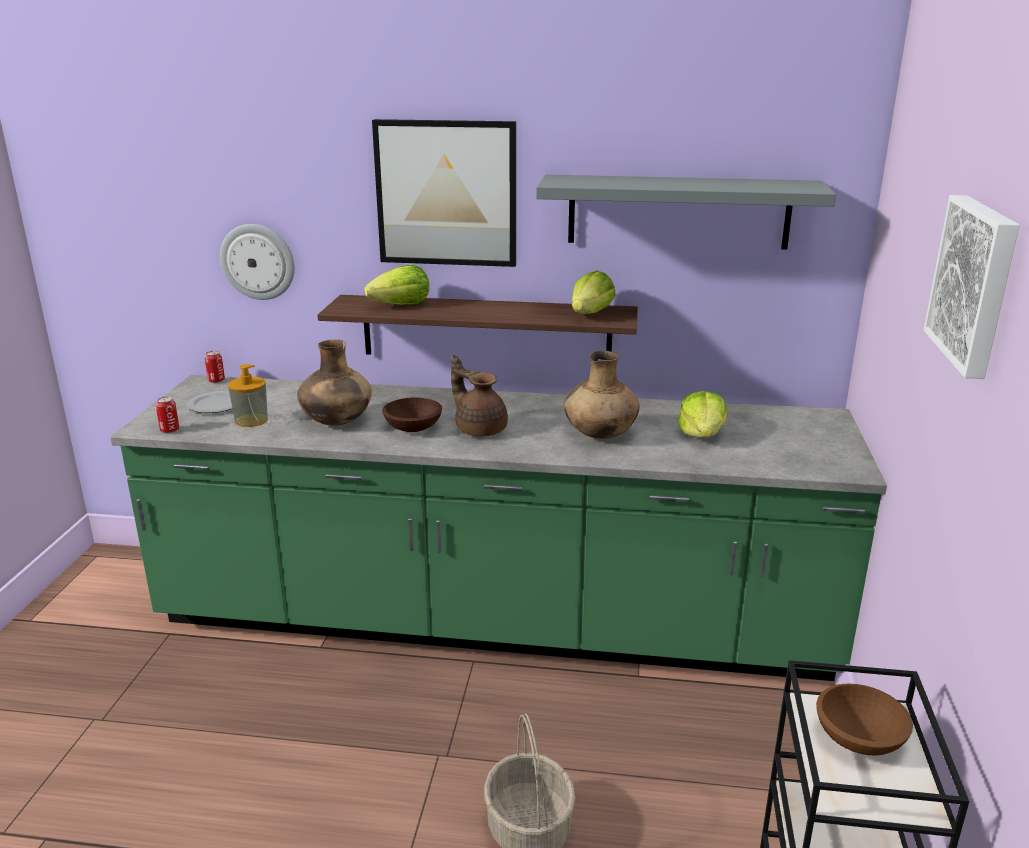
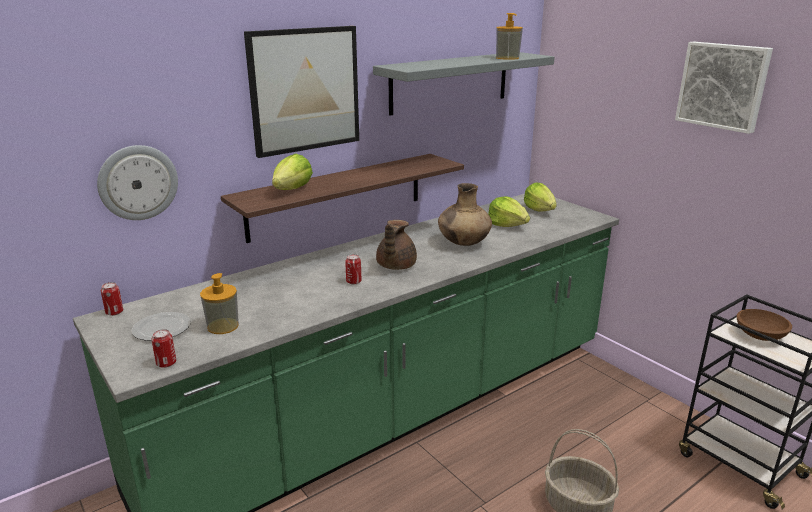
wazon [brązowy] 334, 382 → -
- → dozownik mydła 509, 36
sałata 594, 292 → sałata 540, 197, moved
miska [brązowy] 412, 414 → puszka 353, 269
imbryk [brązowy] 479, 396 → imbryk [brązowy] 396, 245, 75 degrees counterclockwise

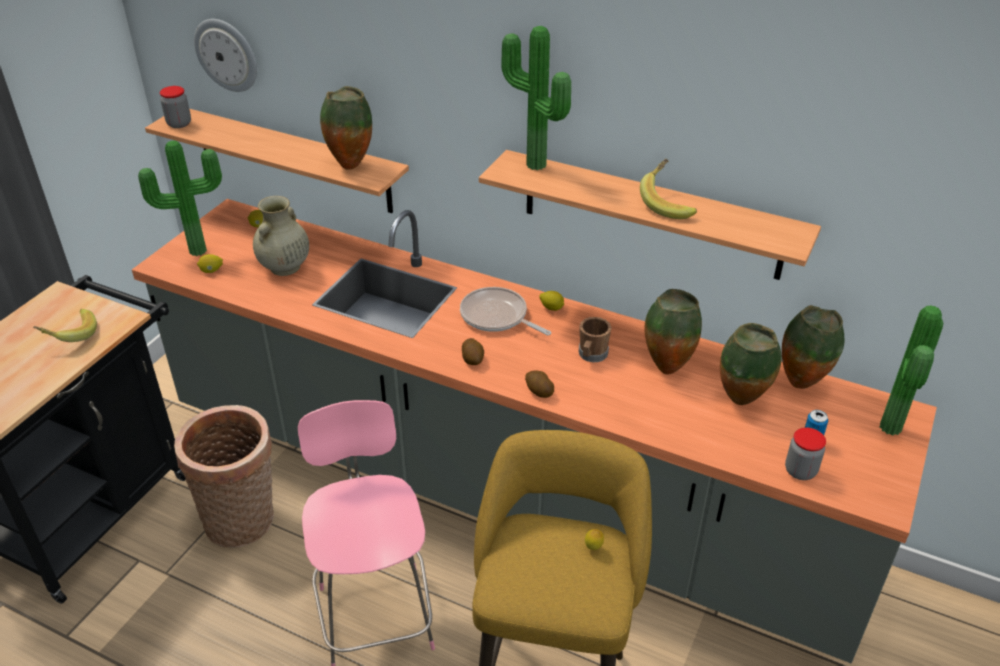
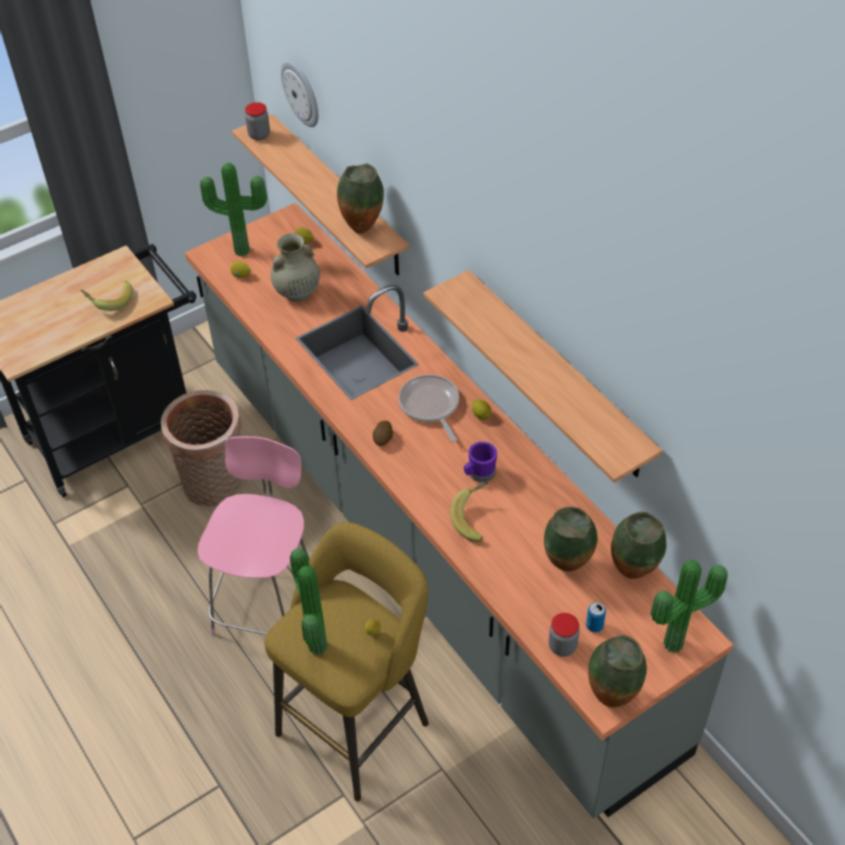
ziemniak 539, 384 → -
roślina doniczkowa 536, 98 → roślina doniczkowa 309, 601, moved
banan 668, 189 → banan 470, 512, moved
wazon 673, 331 → wazon 617, 671, moved
kubek [brązowy] 595, 339 → kubek [fioletowy] 480, 462

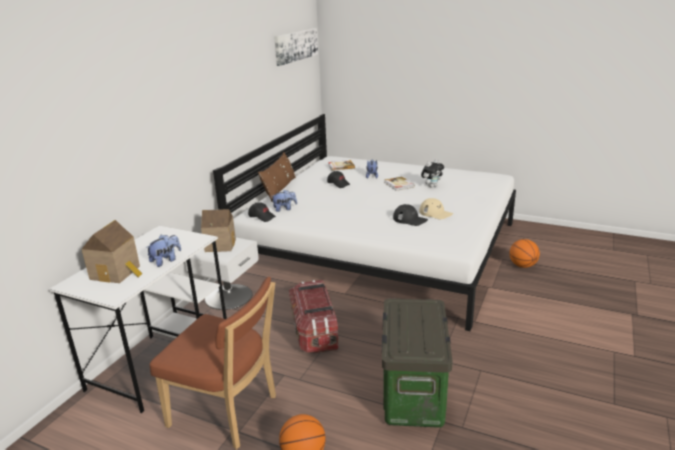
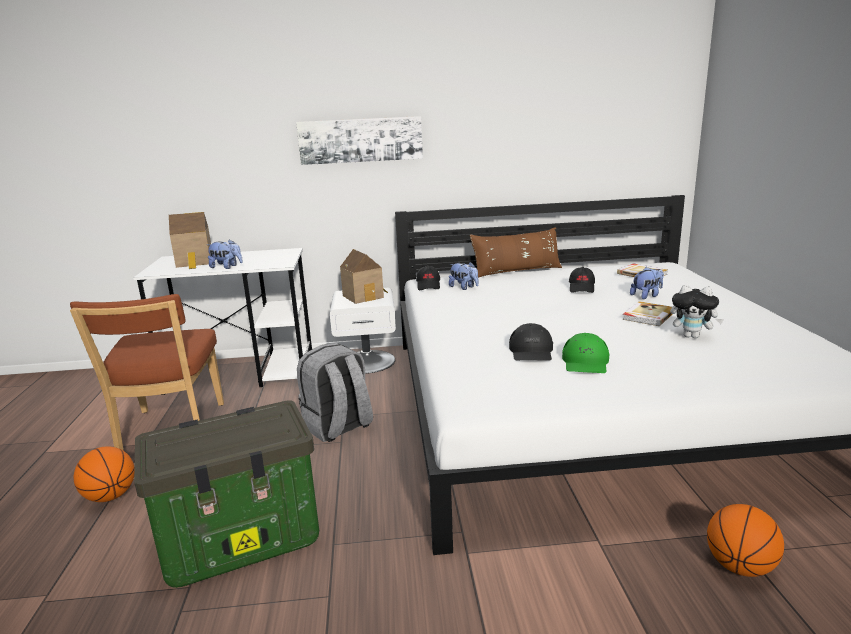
obraz 296, 47 → obraz 359, 140, moved
pojemnik do przechowywania 314, 317 → plecak [szary] 335, 392
czapka z daszkiem [beżowy] 436, 208 → czapka z daszkiem [zielony] 586, 353

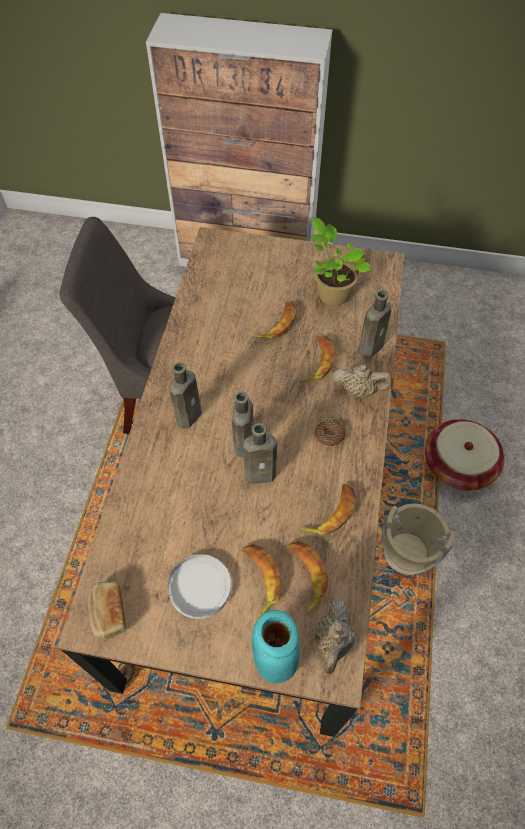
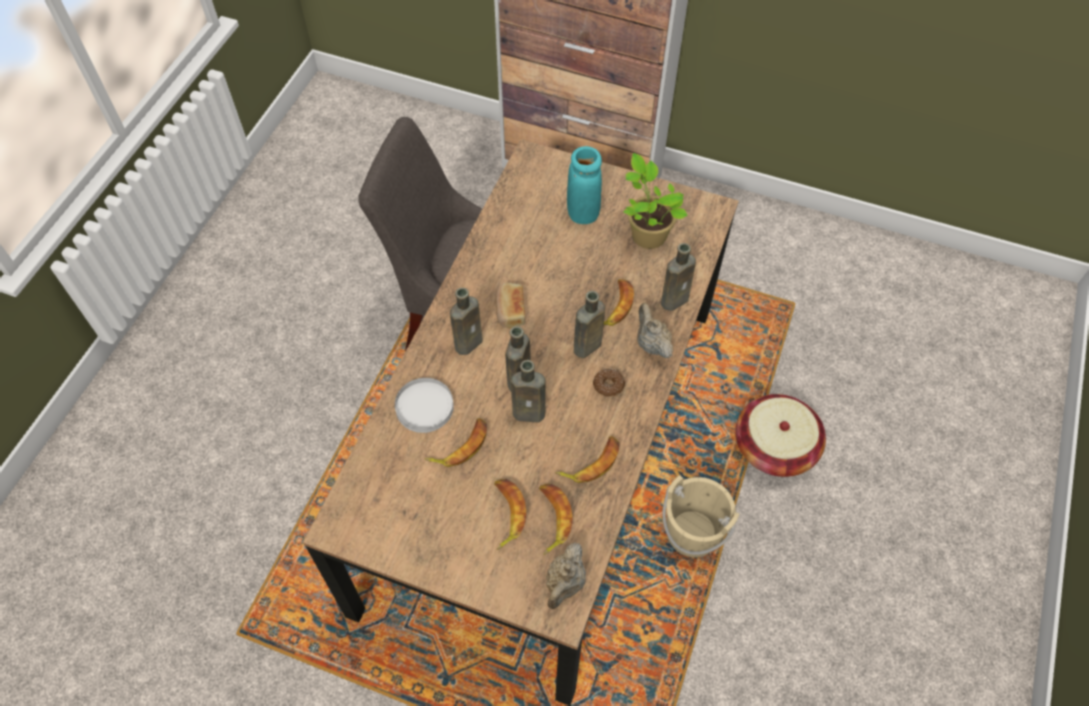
- → butelka [brązowy] 589, 324
chleb 107, 610 → chleb 510, 305, moved
talerz [biały] 199, 586 → talerz [biały] 424, 405, moved
banan 274, 320 → banan 456, 442, moved
wazon [turkusowy] 276, 647 → wazon [turkusowy] 584, 185, moved
imbryk [beżowy] 363, 382 → imbryk [beżowy] 655, 330, 135 degrees counterclockwise

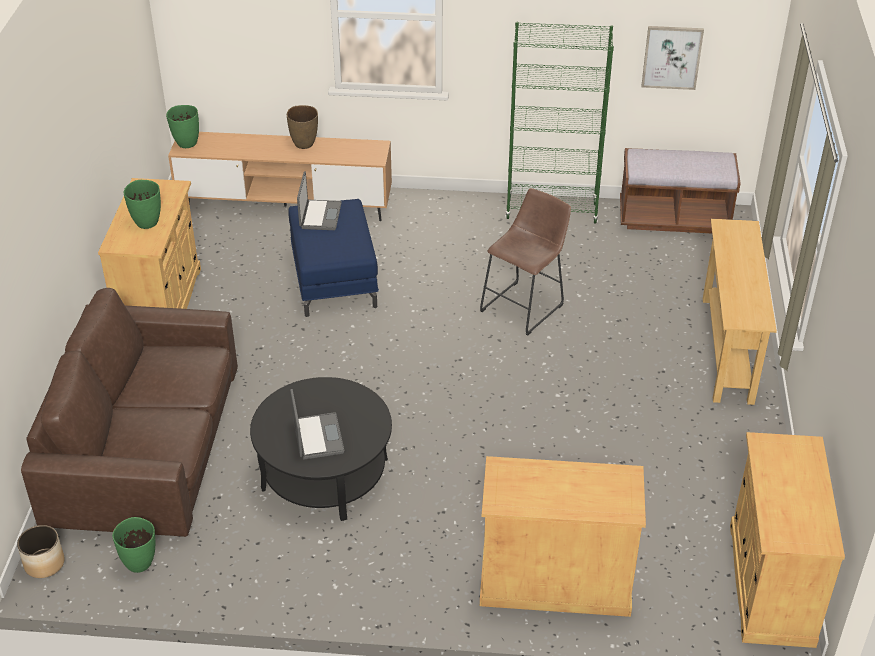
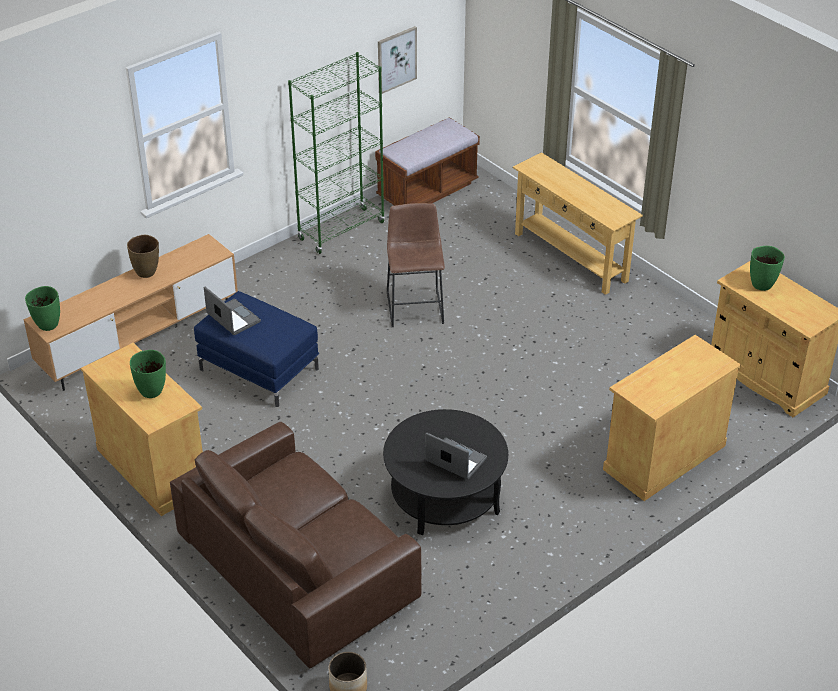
wazon [zielony] 133, 545 → wazon [zielony] 767, 268, moved

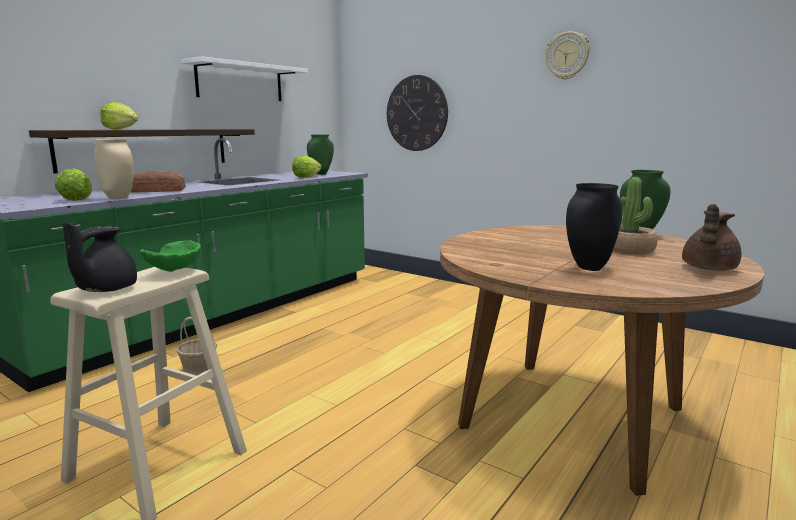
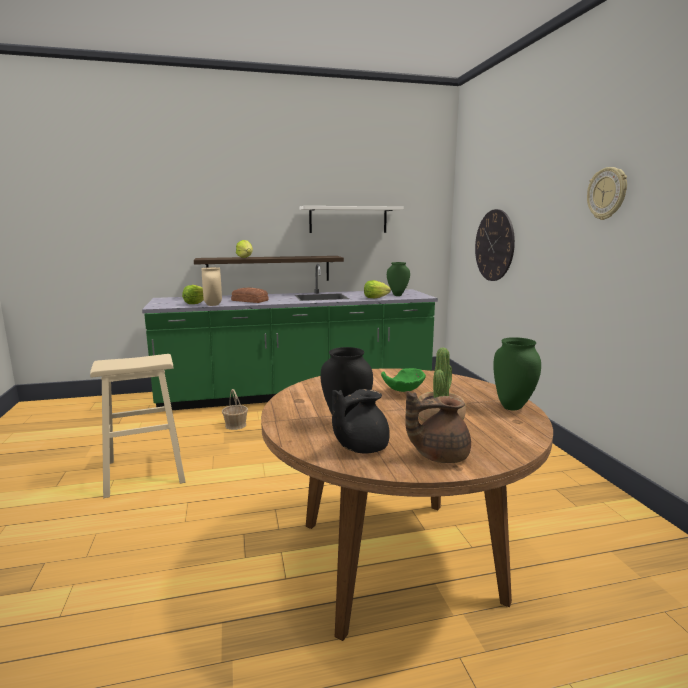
imbryk [czarny] 100, 257 → imbryk [czarny] 361, 421, moved
miska [zielony] 170, 256 → miska [zielony] 403, 380, moved

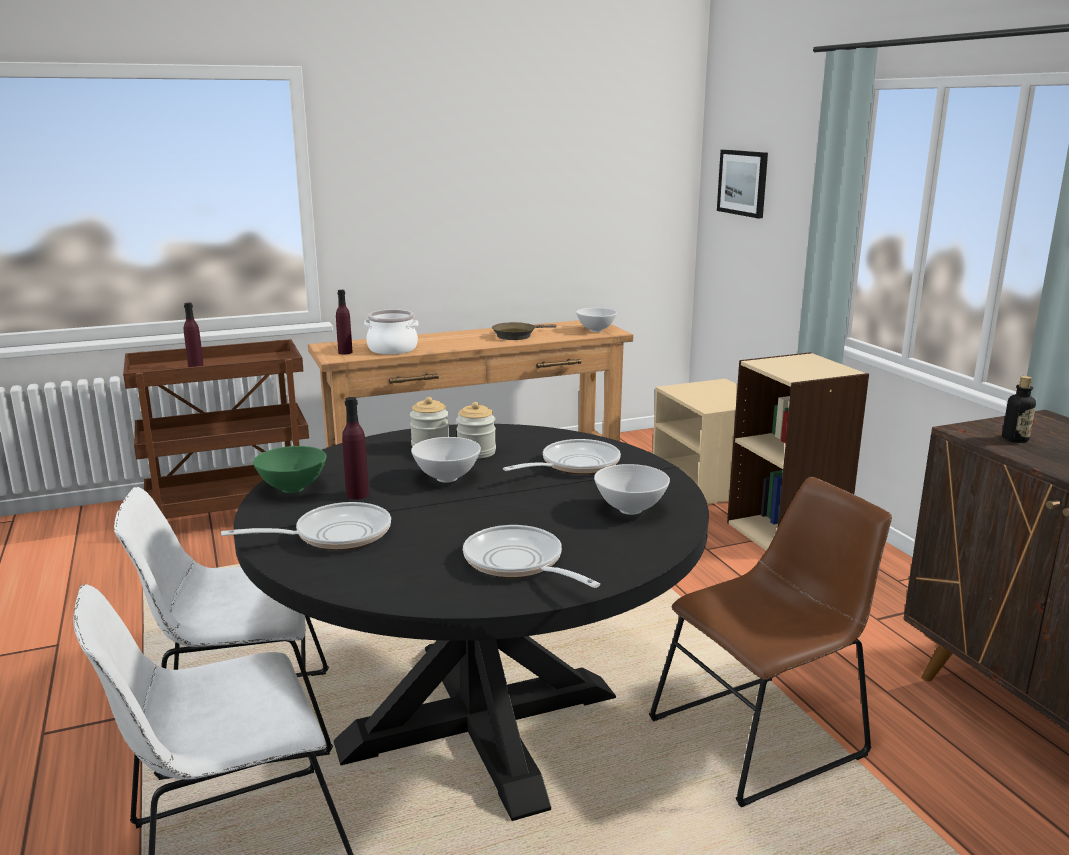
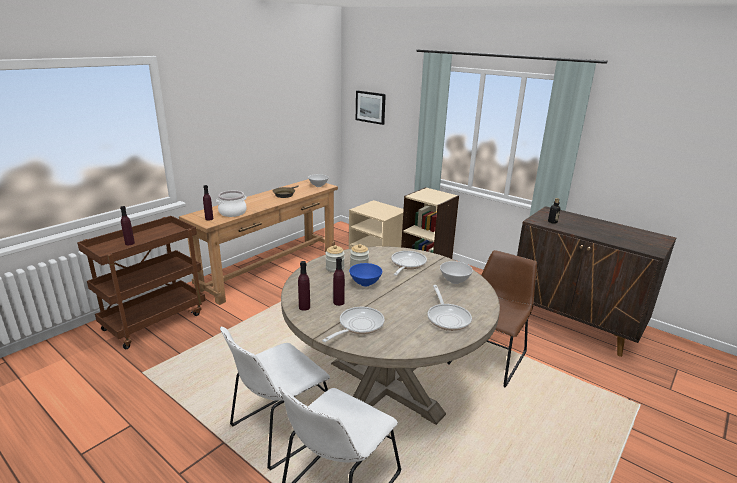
miska [zielony] 290, 469 → butelka [fioletowy] 304, 286
stół jadalny [czarny] 471, 622 → stół jadalny [beżowy] 390, 335
miska [biały] 446, 460 → miska [niebieski] 365, 275
patelnia 531, 556 → patelnia 450, 308, 120 degrees counterclockwise

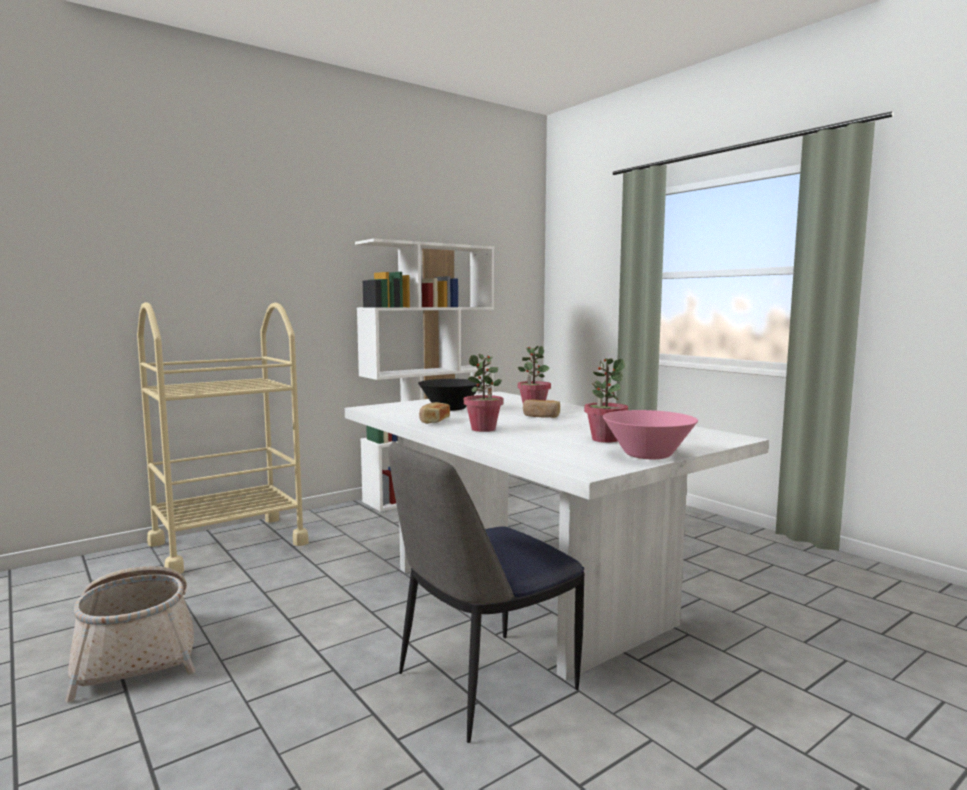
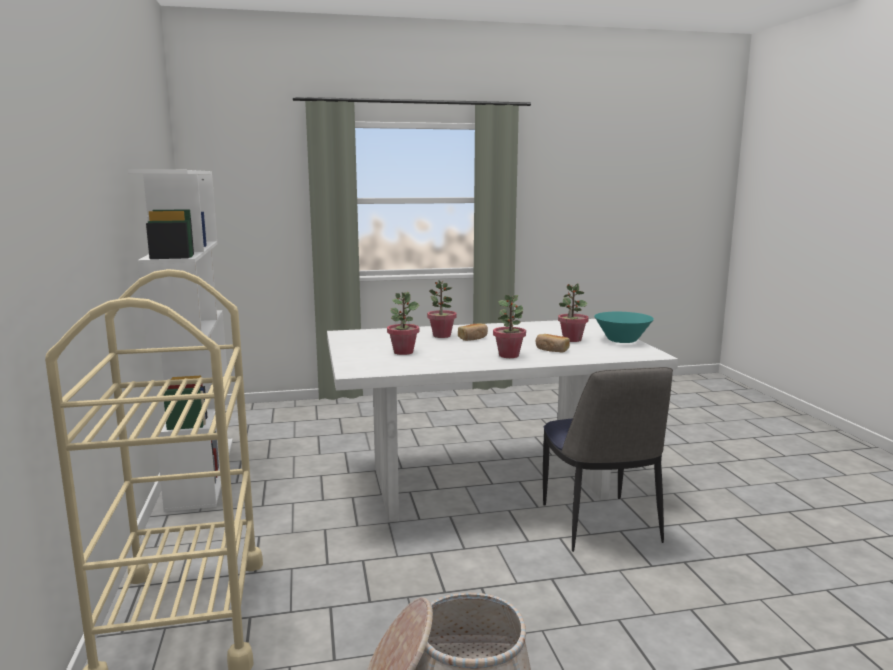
chleb 434, 413 → chleb 553, 343, moved
miska [czarny] 450, 395 → roślina doniczkowa 403, 323
miska [różowy] 650, 434 → miska [turkusowy] 624, 327

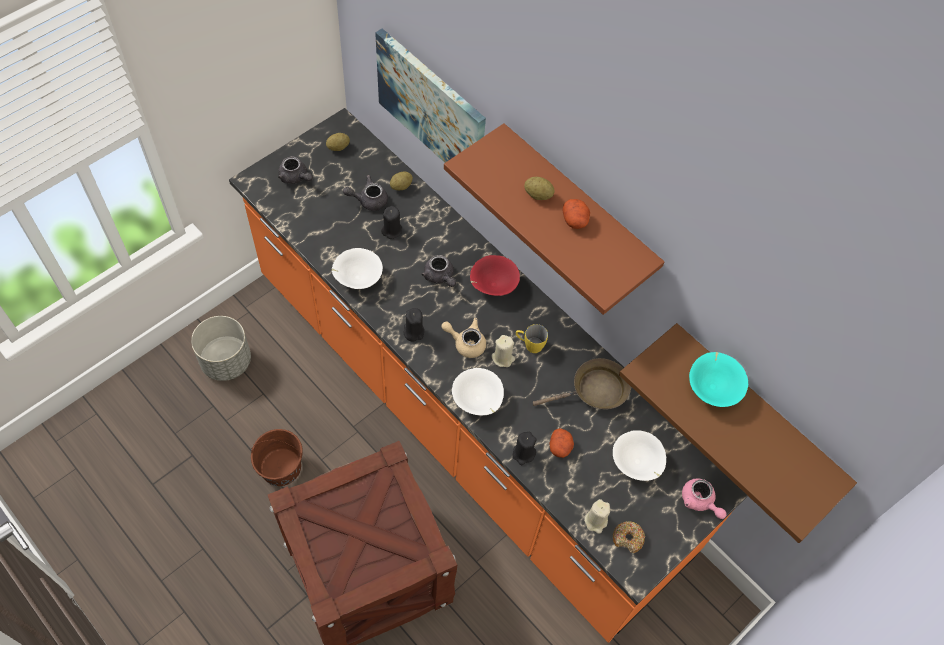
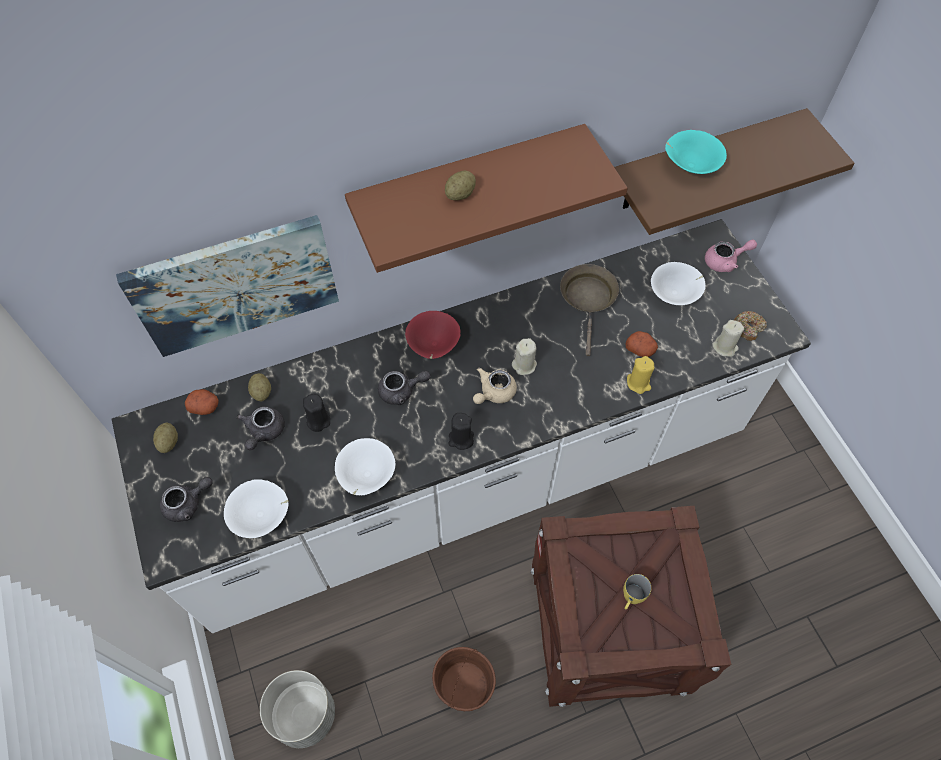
miska [biały] 478, 392 → miska [biały] 256, 508, moved
kubek [żółty] 532, 338 → kubek [żółty] 637, 592, moved
ziemniak 576, 214 → ziemniak 202, 402, moved
zabudowa kuchenna [pomarańczowy] 488, 375 → zabudowa kuchenna [biały] 461, 426
świeca [czarny] 524, 448 → świeca [żółty] 640, 375

